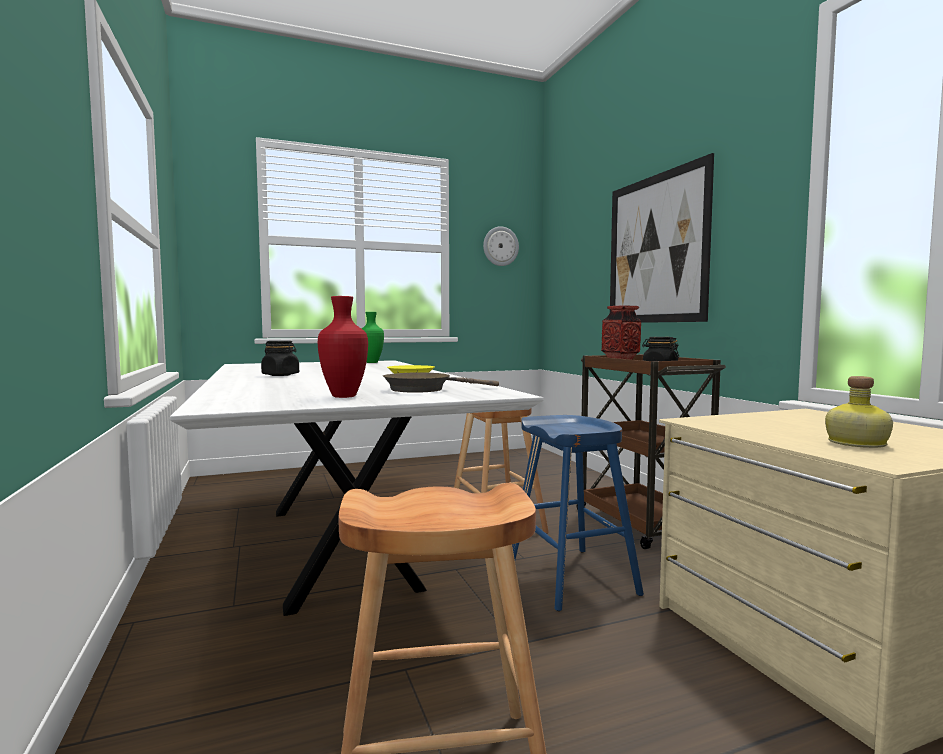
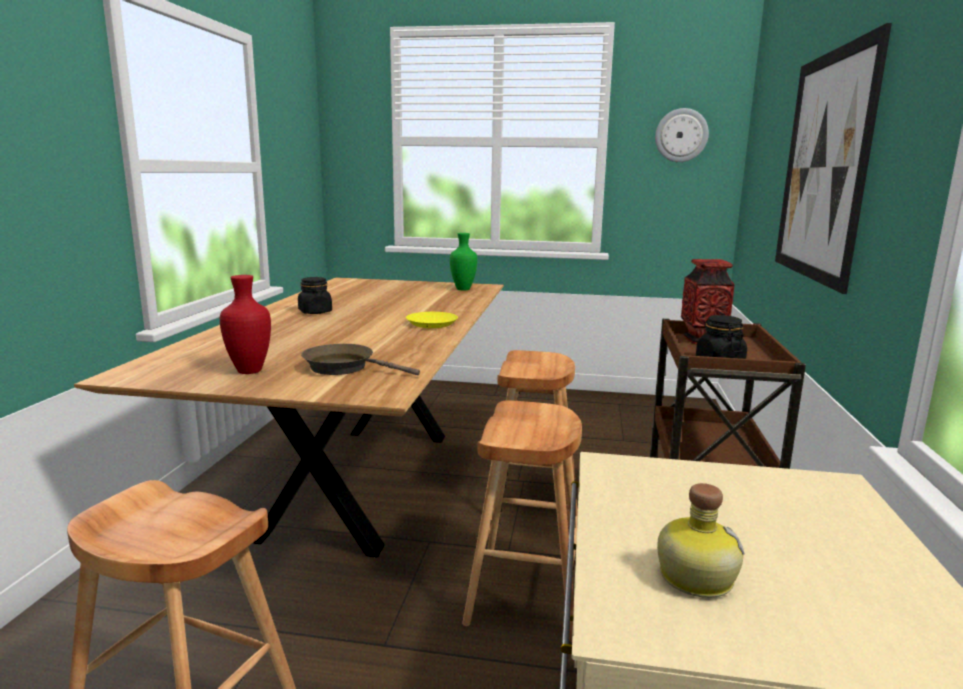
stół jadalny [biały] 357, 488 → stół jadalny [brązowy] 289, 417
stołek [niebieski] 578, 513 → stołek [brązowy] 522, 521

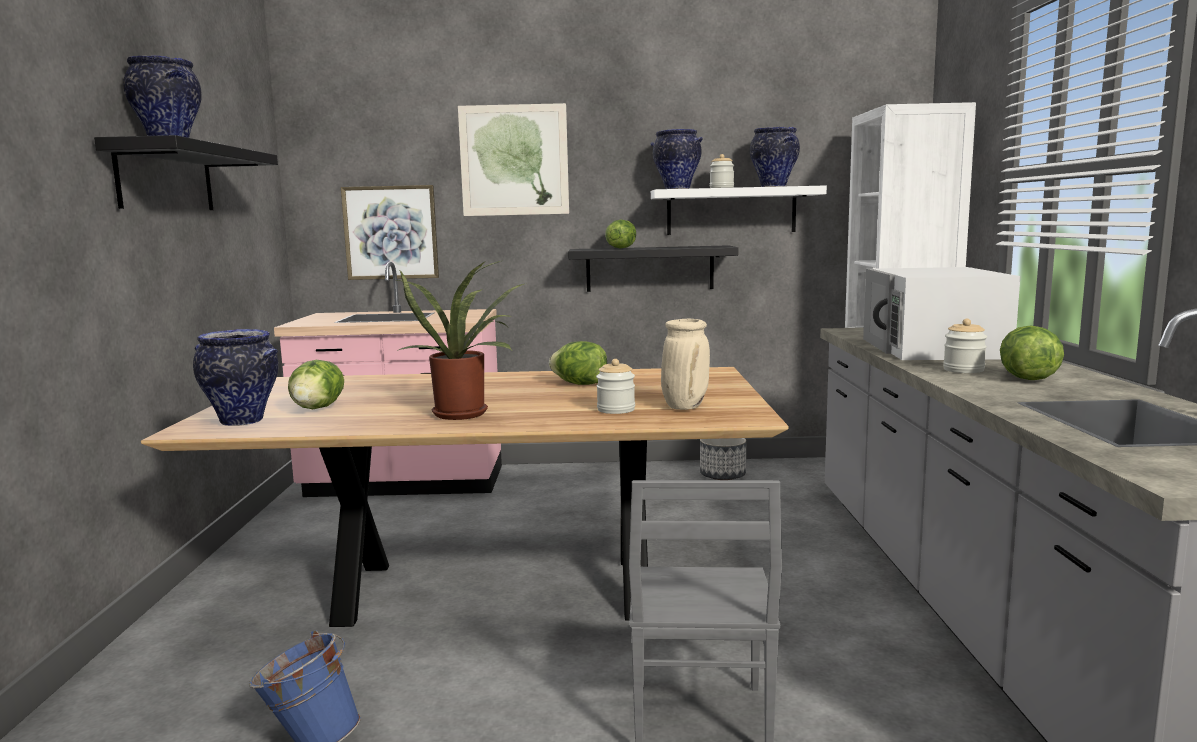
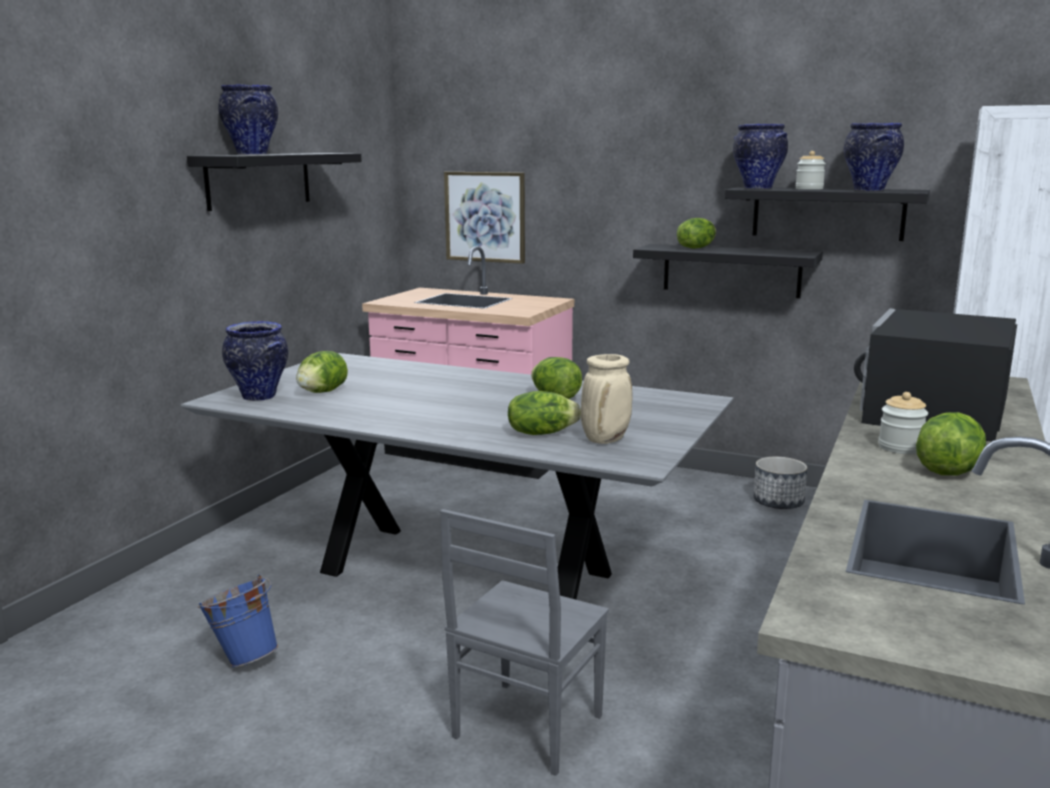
roślina doniczkowa 460, 340 → -
obraz 513, 159 → -
słoik 615, 386 → sałata 544, 413
stół jadalny [brązowy] 464, 497 → stół jadalny [szary] 457, 476
półka [biały] 739, 210 → półka [czarny] 827, 214
mikrofalówka [biały] 941, 313 → mikrofalówka [czarny] 935, 375

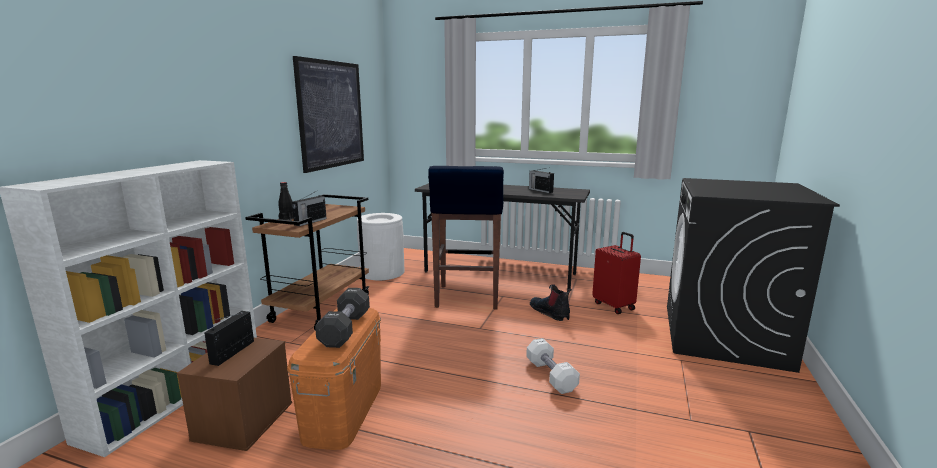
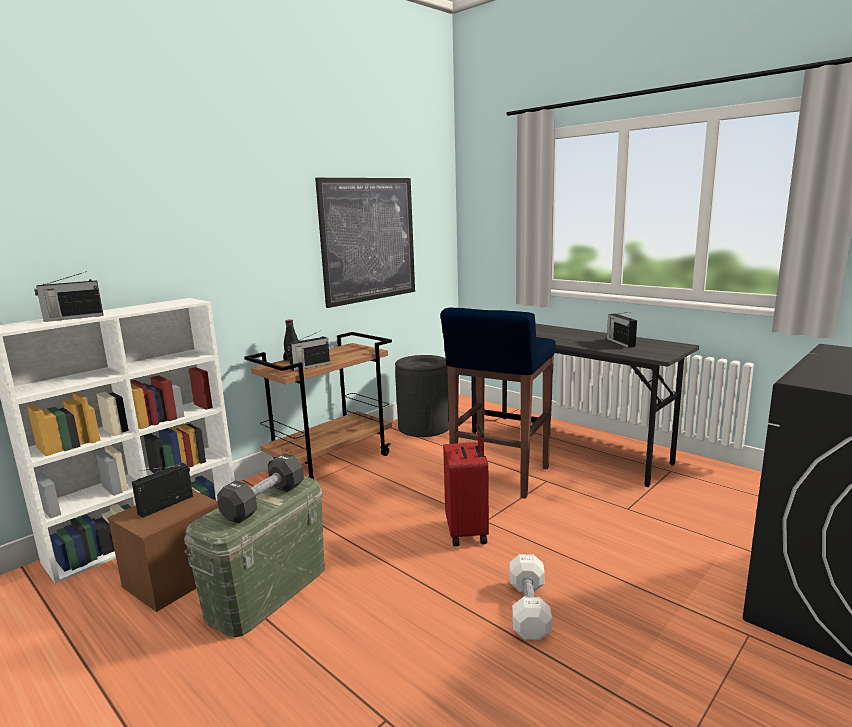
but z cholewką 551, 302 → -
- → radio 68, 296
walizka [czerwony] 616, 273 → walizka [czerwony] 466, 485, moved
pojemnik do przechowywania [pomarańczowy] 334, 379 → pojemnik do przechowywania [zielony] 254, 556
kosz na śmieci [biały] 380, 246 → kosz na śmieci [czarny] 422, 396

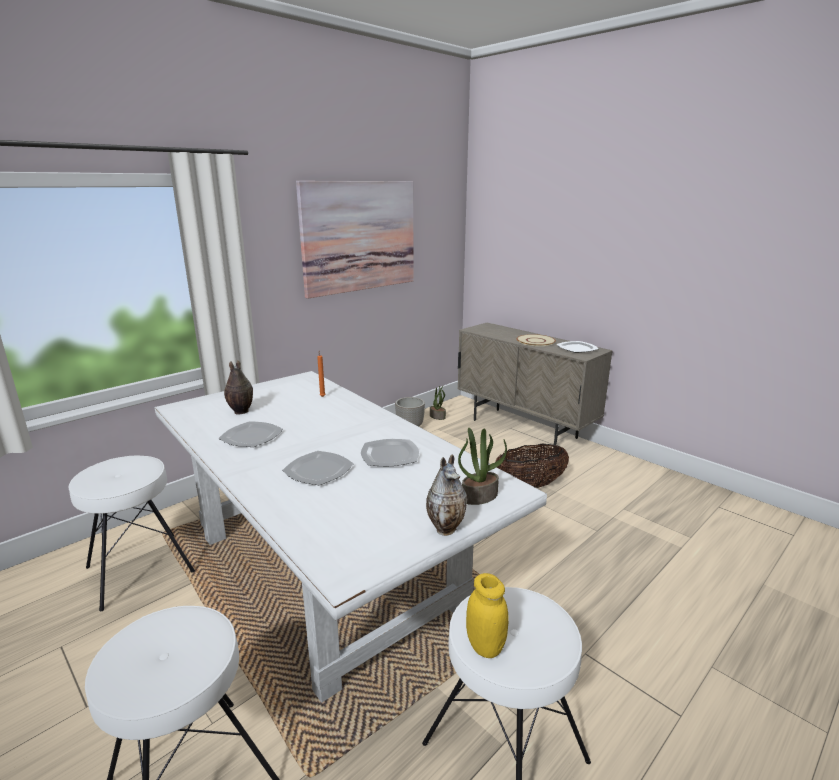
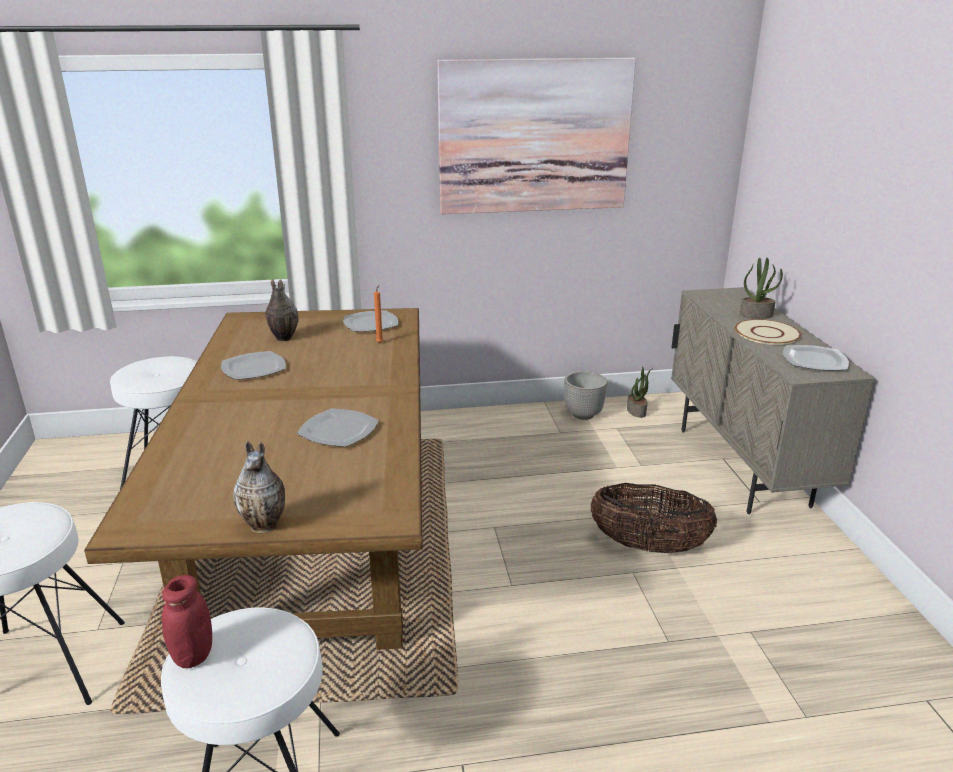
talerz 318, 468 → talerz 370, 321, moved
roślina doniczkowa 482, 466 → roślina doniczkowa 761, 288, moved
stół jadalny [biały] 351, 536 → stół jadalny [brązowy] 253, 479
słoik [żółty] 487, 615 → słoik [czerwony] 187, 621

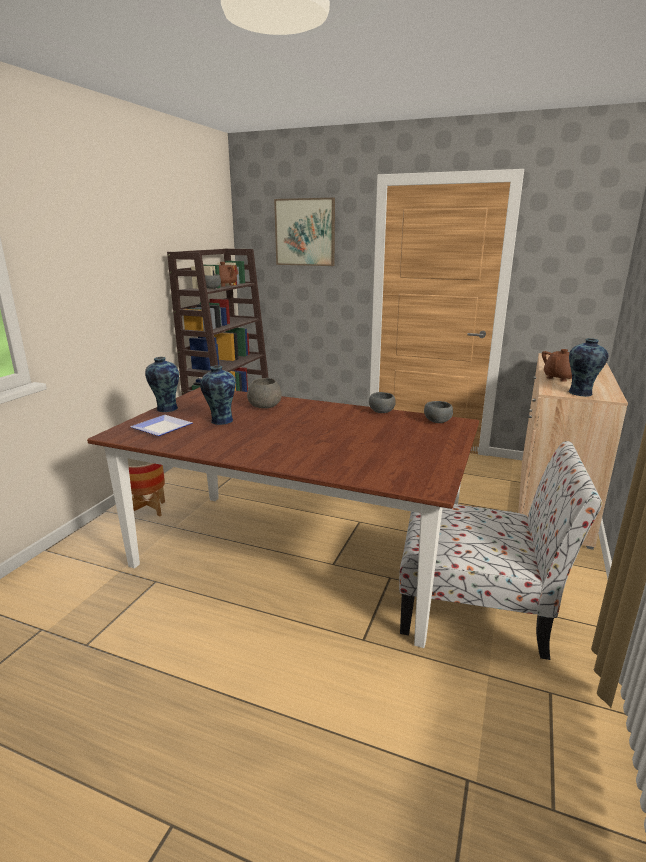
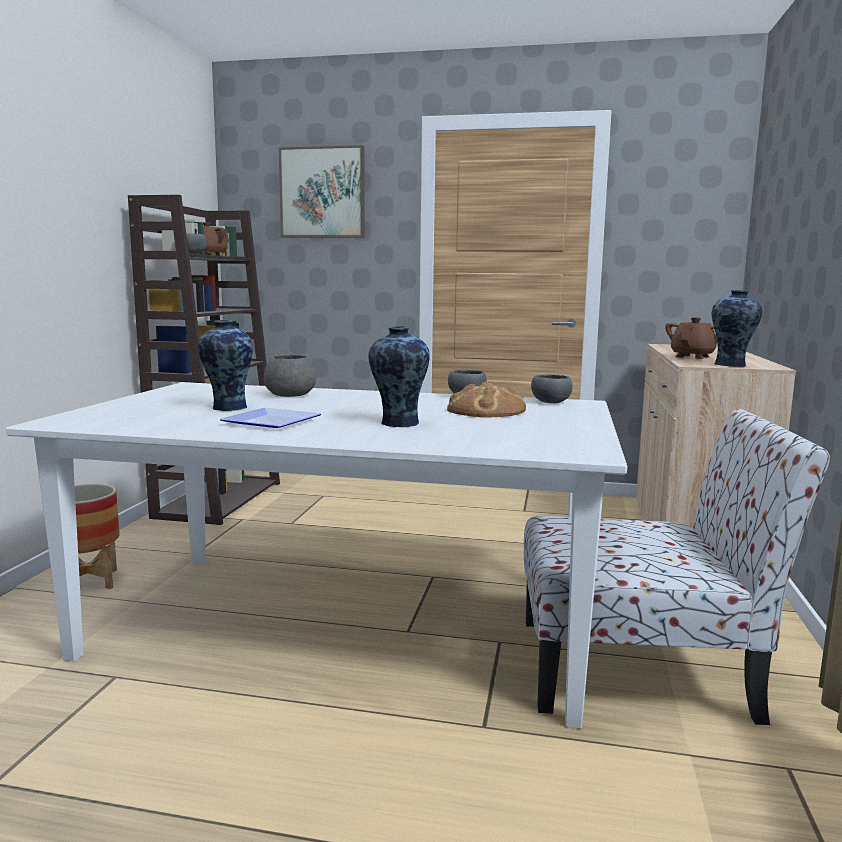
- → chleb 486, 399
talerz 161, 425 → talerz 270, 418, moved
wazon 162, 384 → wazon 399, 376, moved
stół jadalny [brązowy] 283, 517 → stół jadalny [biały] 316, 555

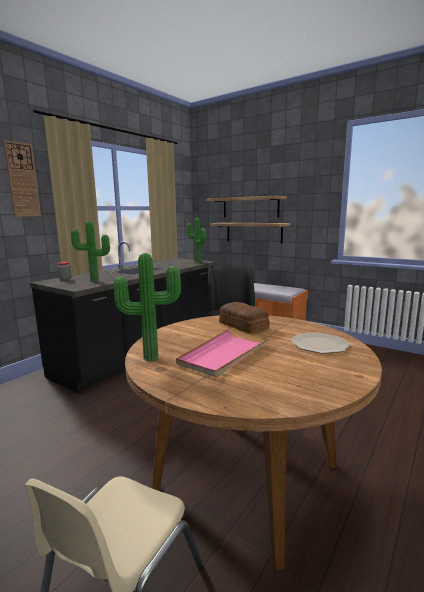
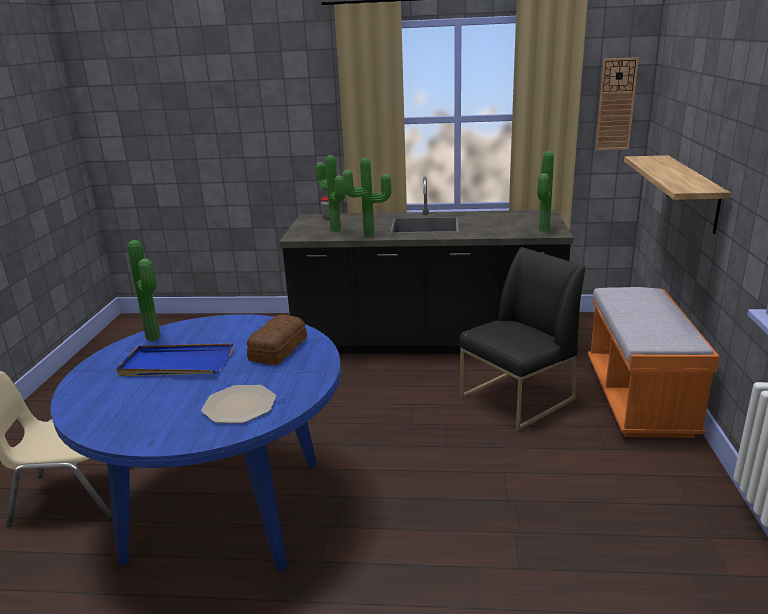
półka 247, 207 → -
- → roślina doniczkowa 367, 197
zegar ścienny 22, 178 → zegar ścienny 617, 103, moved
stół jadalny [brązowy] 253, 443 → stół jadalny [niebieski] 195, 443
taca [różowy] 223, 353 → taca [niebieski] 174, 359

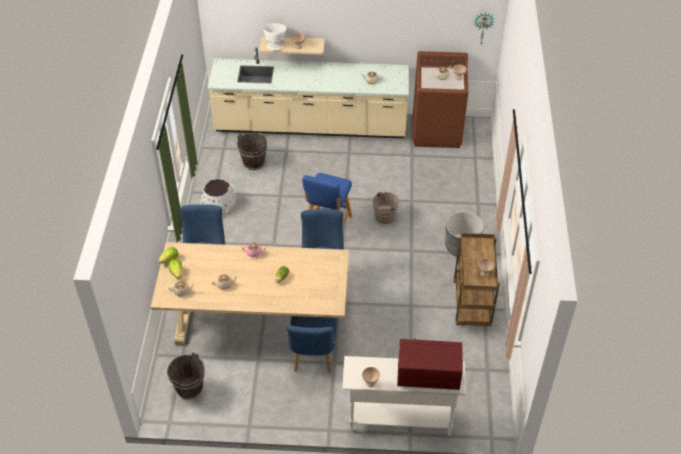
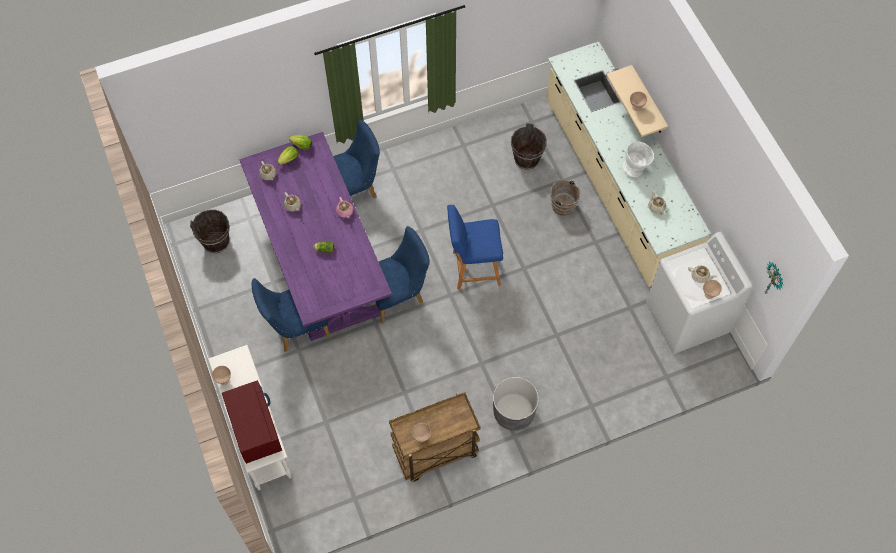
donica [biały] 218, 197 → -
miska [biały] 275, 36 → miska [biały] 638, 159, moved
wiadro [brązowy] 387, 207 → wiadro [brązowy] 567, 198, moved
stół jadalny [beżowy] 250, 293 → stół jadalny [fioletowy] 315, 236
pralka [brązowy] 440, 99 → pralka [biały] 699, 293

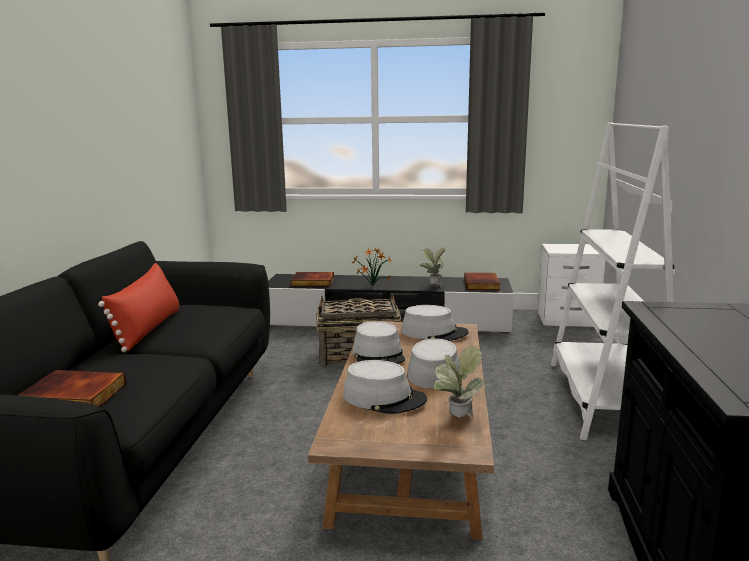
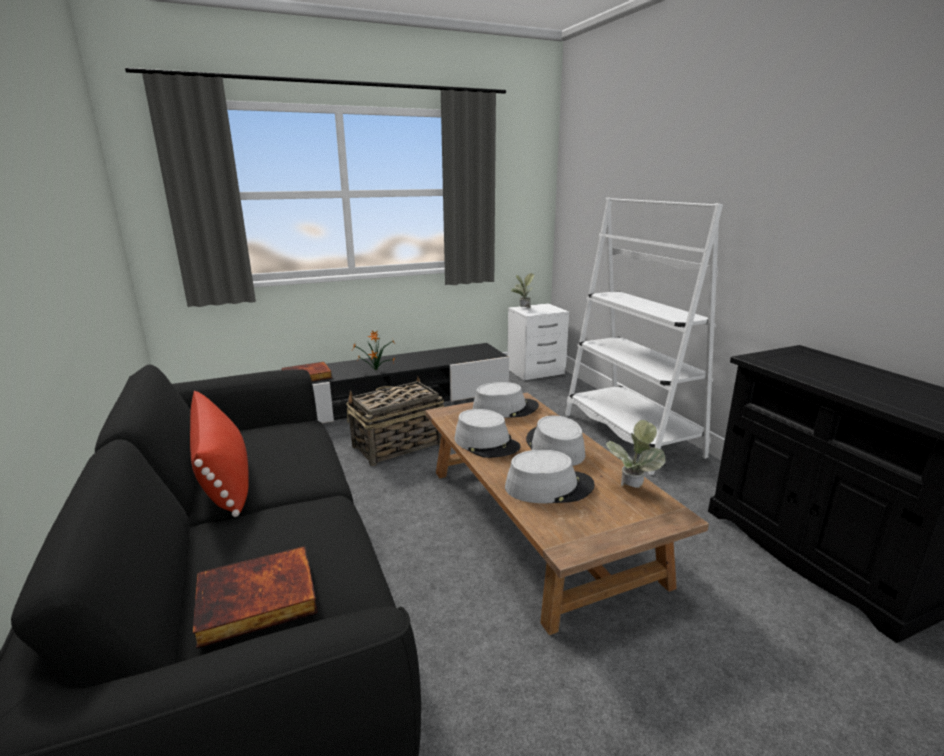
książka 482, 281 → -
roślina doniczkowa 432, 268 → roślina doniczkowa 522, 291, moved

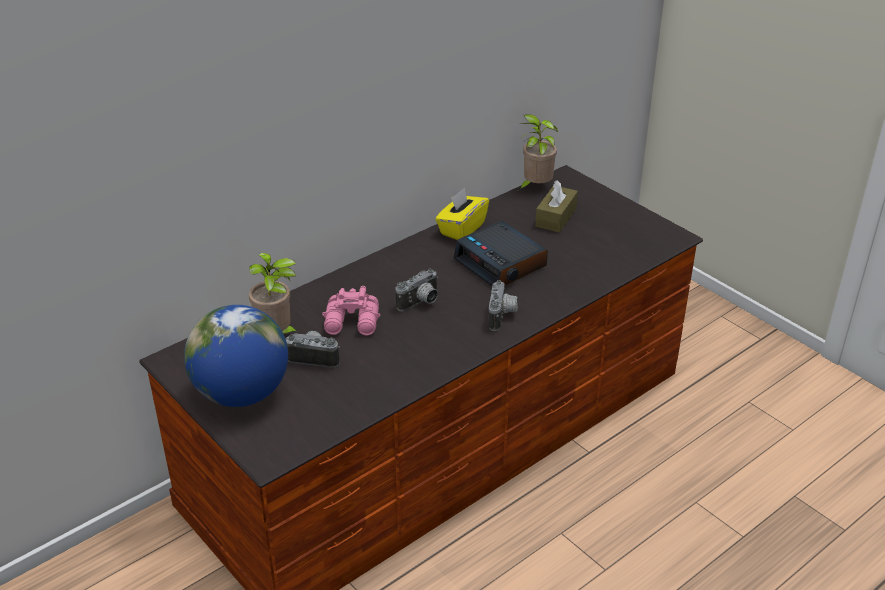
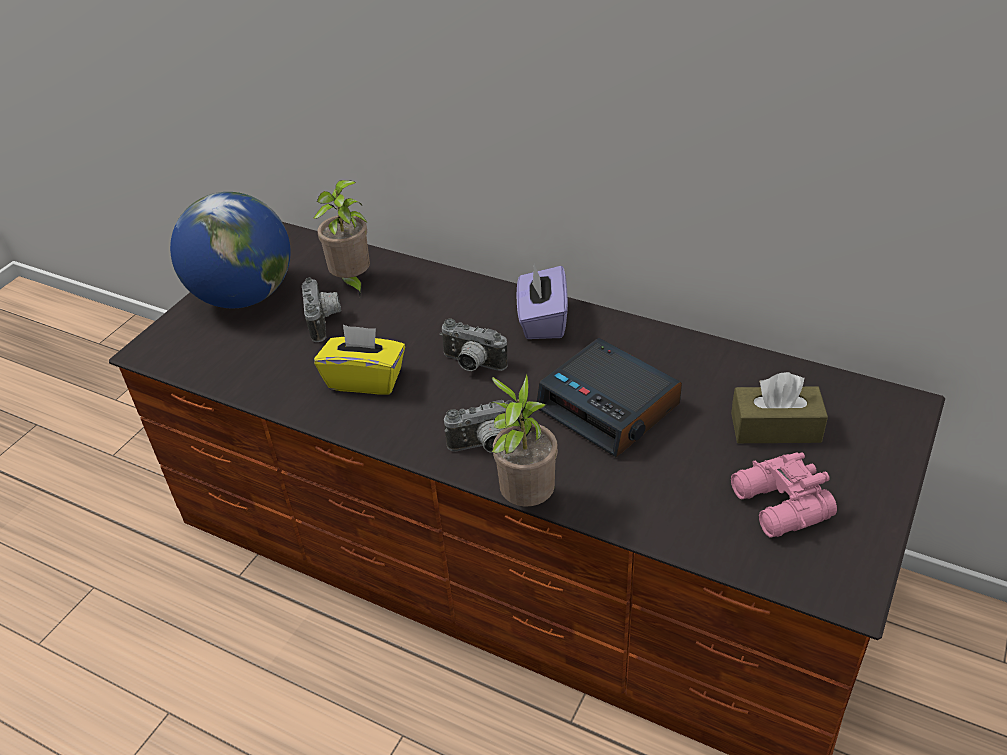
- → pudełko chusteczek [fioletowy] 542, 301
lornetka [różowy] 351, 310 → lornetka [różowy] 784, 495, moved
pudełko chusteczek [żółty] 462, 214 → pudełko chusteczek [żółty] 359, 360, moved
roślina doniczkowa 538, 152 → roślina doniczkowa 524, 440, moved
budzik 501, 253 → budzik 609, 397, 75 degrees counterclockwise

